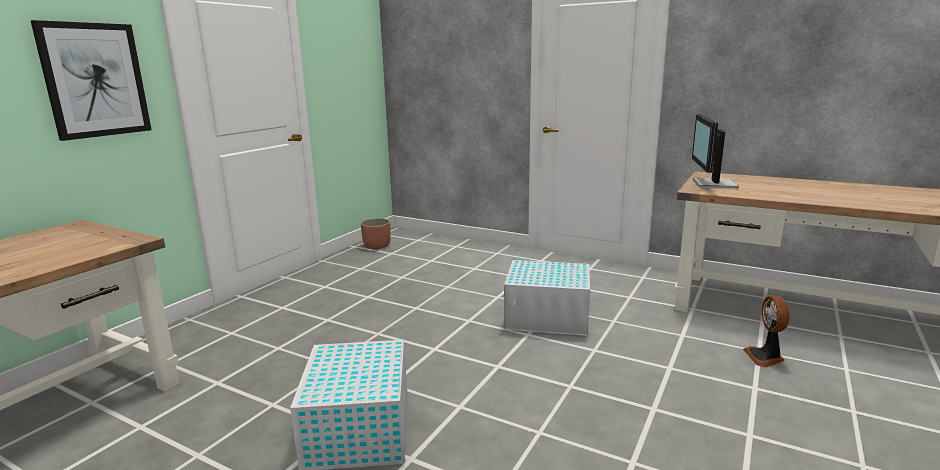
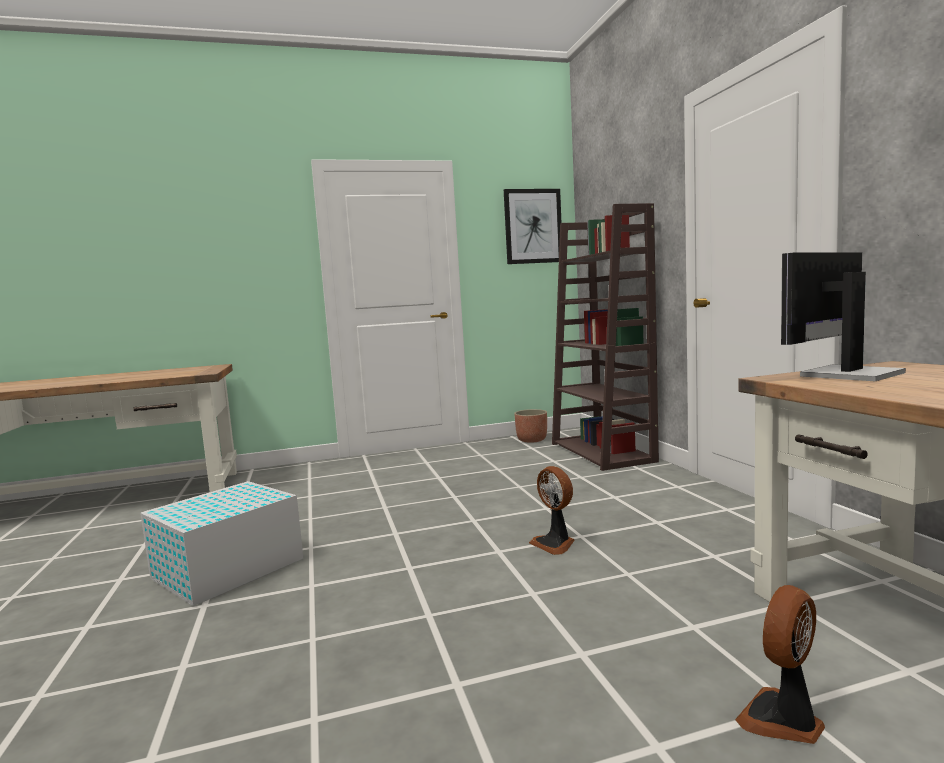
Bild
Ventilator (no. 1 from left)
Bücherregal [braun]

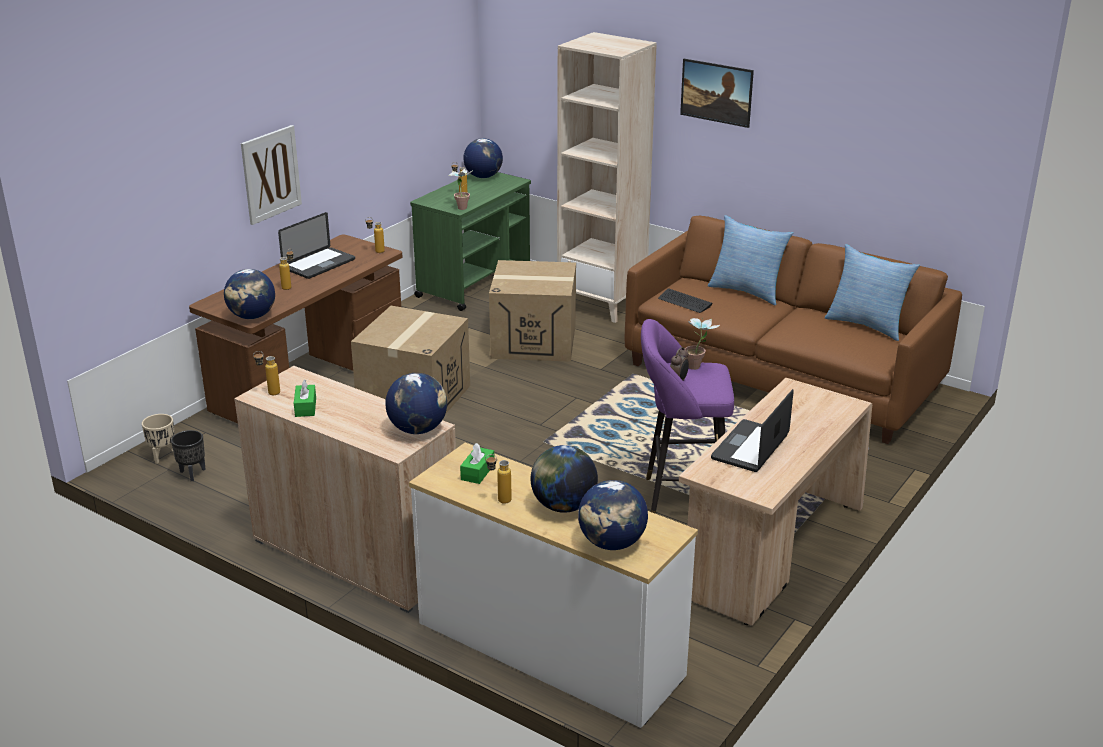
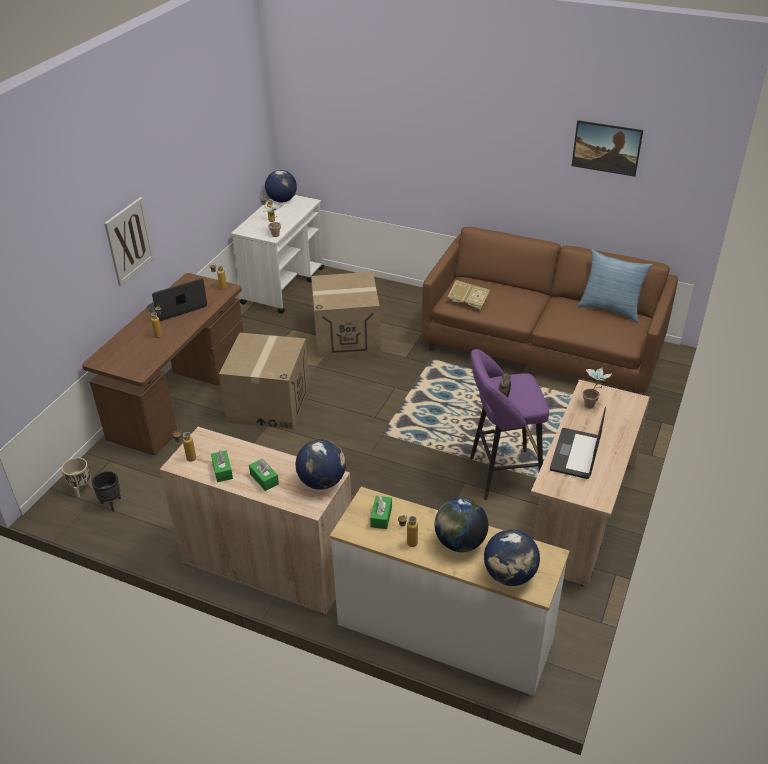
Bücherregal [beige]
Bild (no. 2 from left)
Rollwagen [weiß]
Laptop (no. 1 from left)
Kissen (no. 1 from left in the first image)
Globus (no. 1 from left in the first image)
Buch
Topfpflanze (no. 2 from left)
Taschentuchbox [grün] (no. 2 from left)

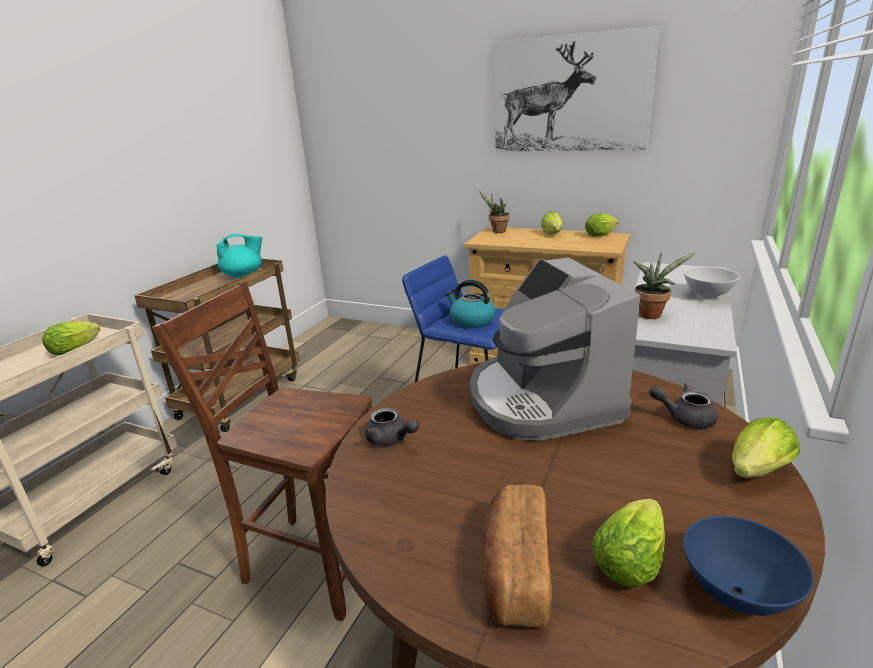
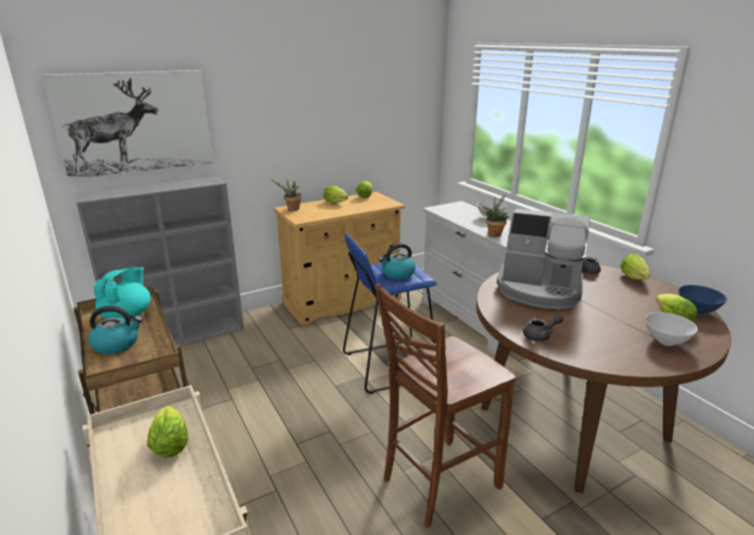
Bild
Schüssel [weiß] (no. 2 from left)
Bücherregal [grau]
Wasserkessel (no. 1 from left)

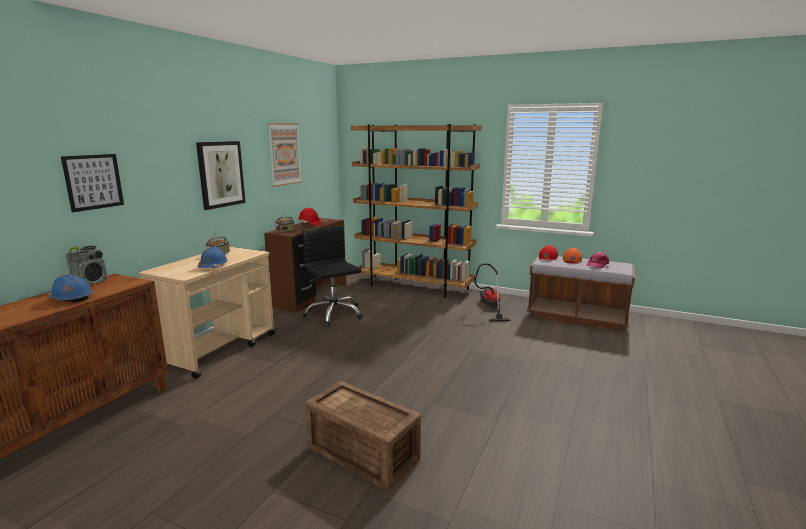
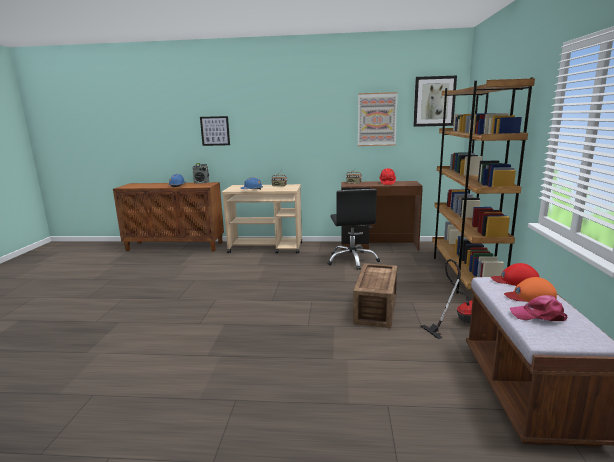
Bild (no. 3 from left)
Bürostuhl [schwarz]
Kiste

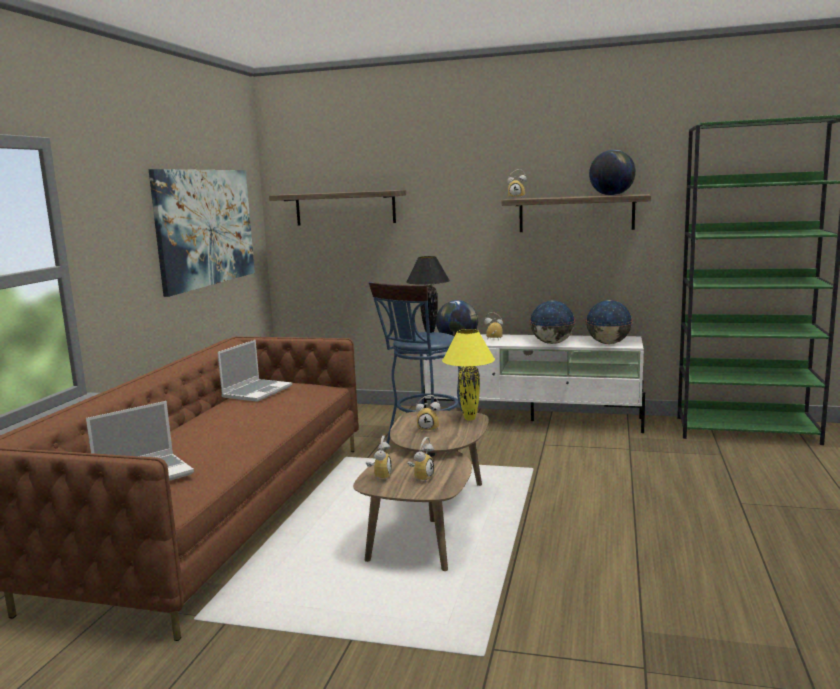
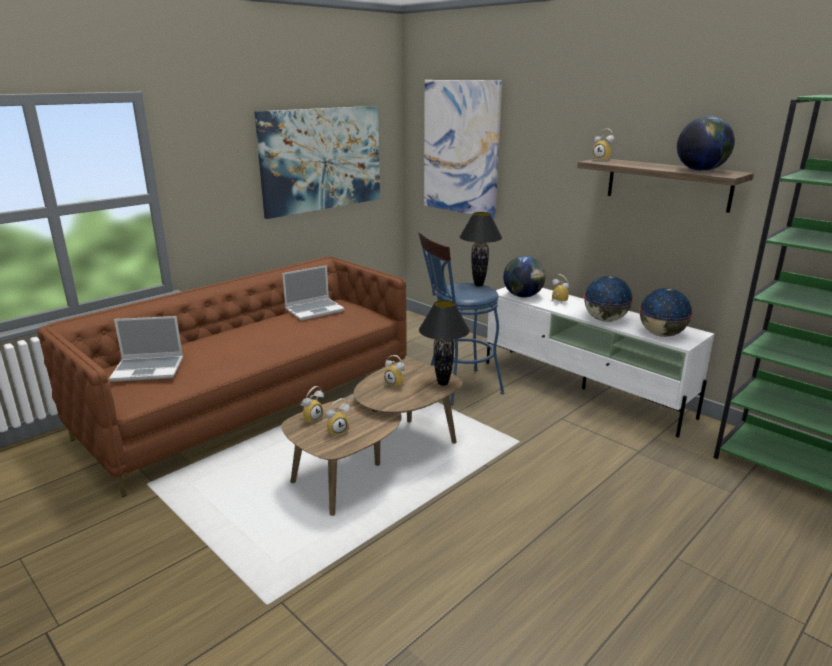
Bild (no. 2 from left)
Tischlampe [schwarz] (no. 1 from left)

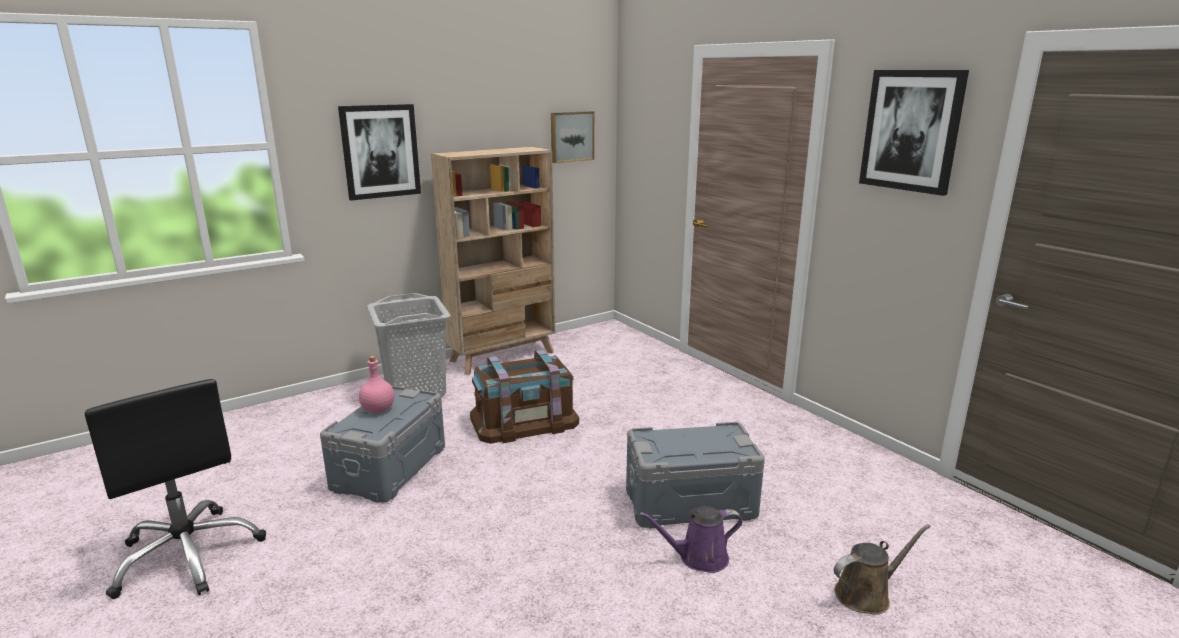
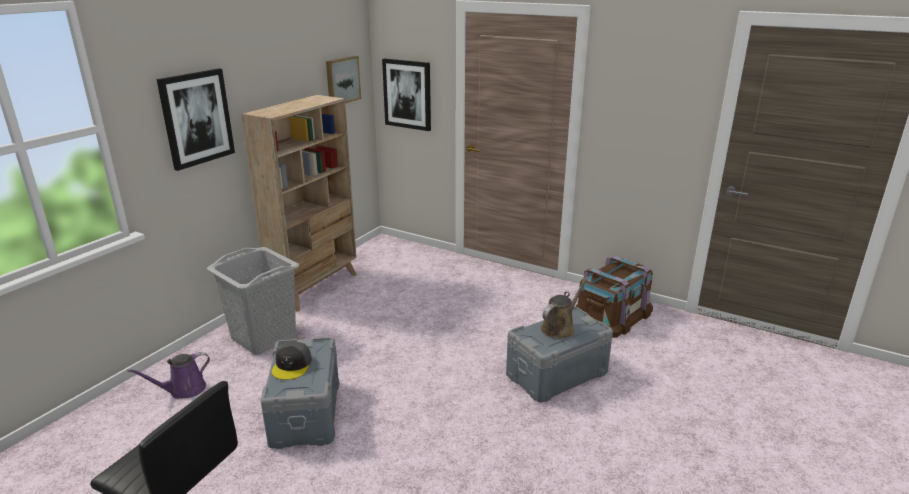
Bild (no. 3 from left)
Aufbewahrungsbox [braun]
Kappe [grau]
Gießkanne [lila]
Gießkanne [braun]

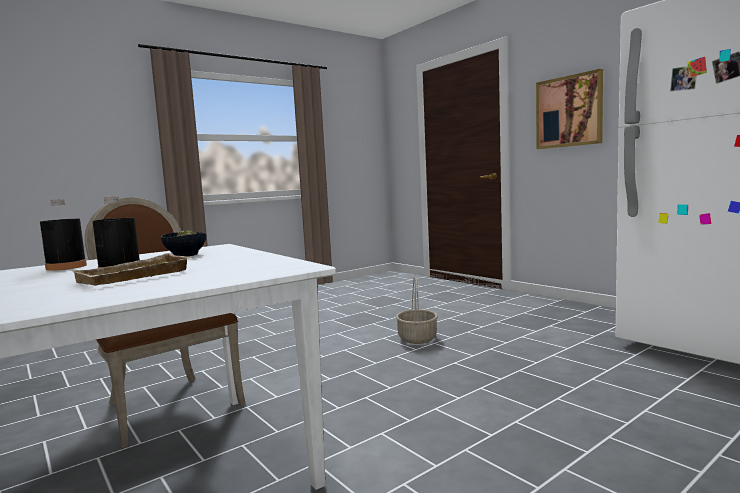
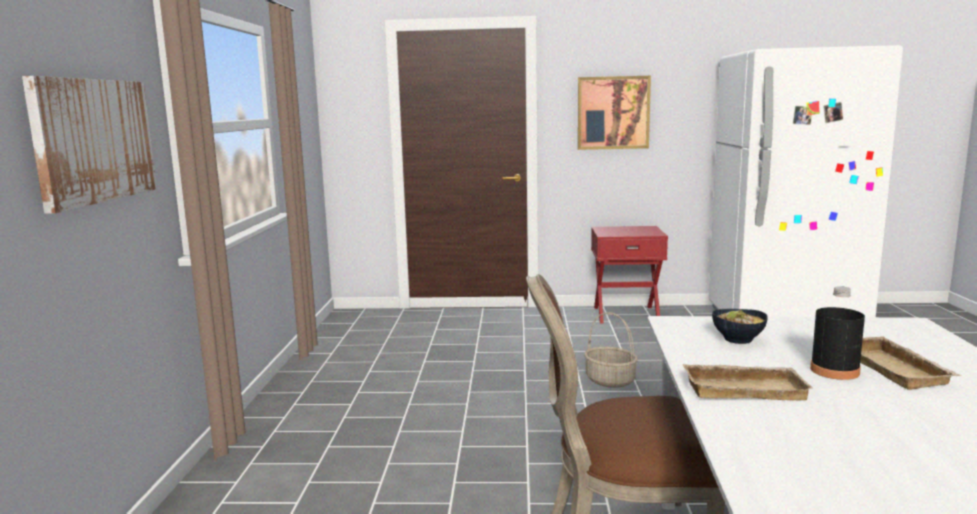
Tablett [beige] (no. 1 from left)
Bild (no. 1 from left)
Nachttisch [rot]

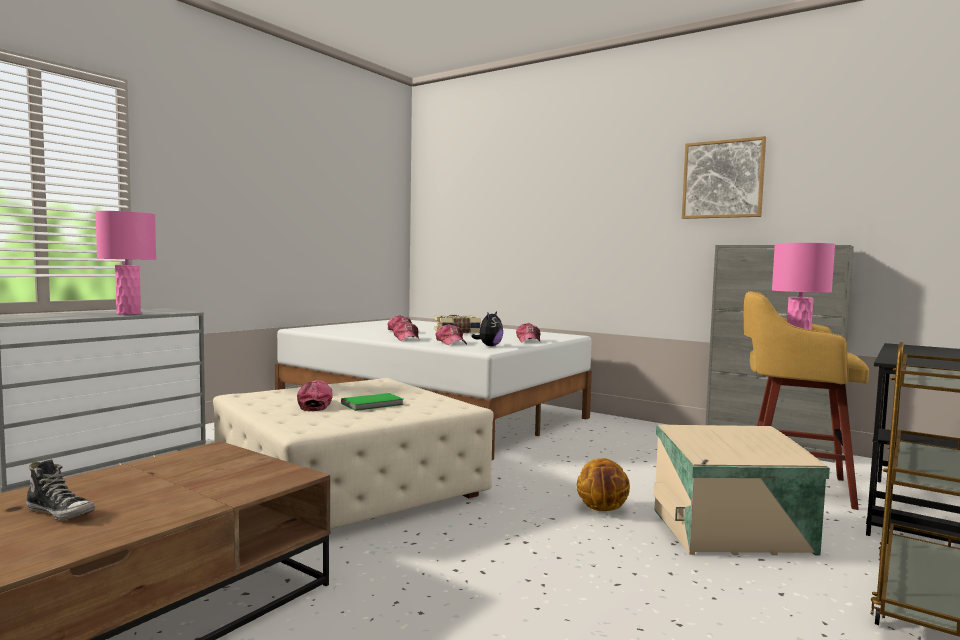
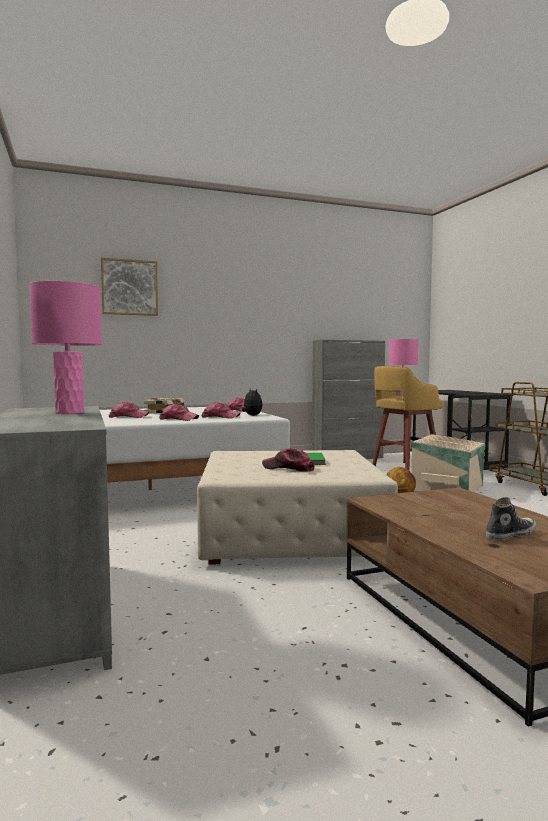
Bild

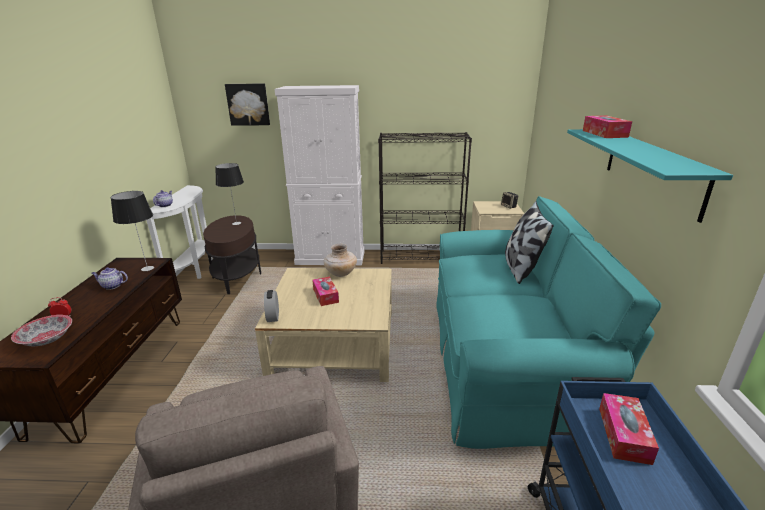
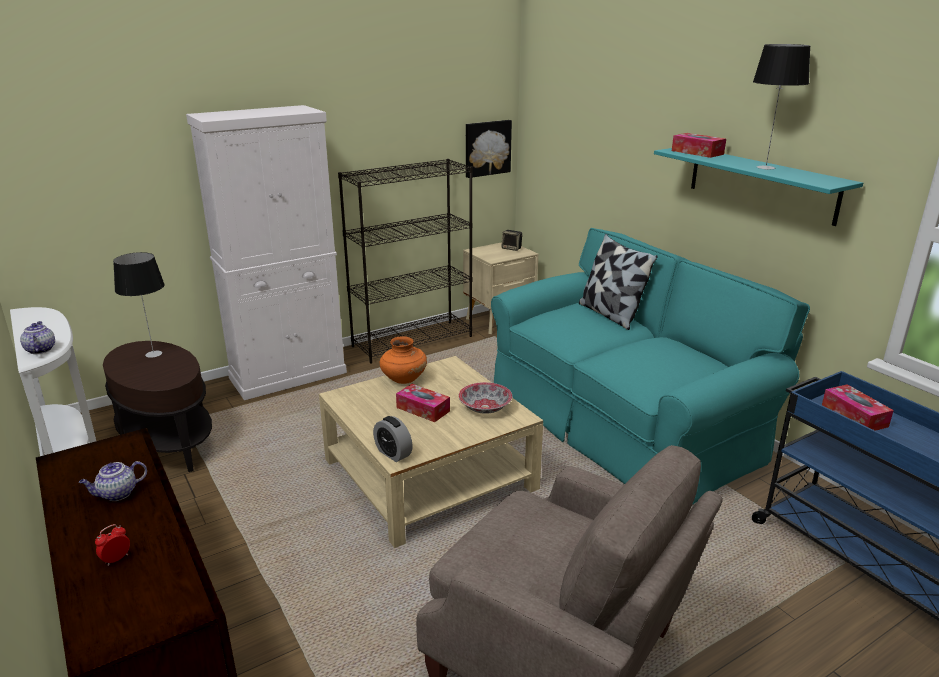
Bild
Tischlampe (no. 2 from left)
Vase [orange]
Schüssel

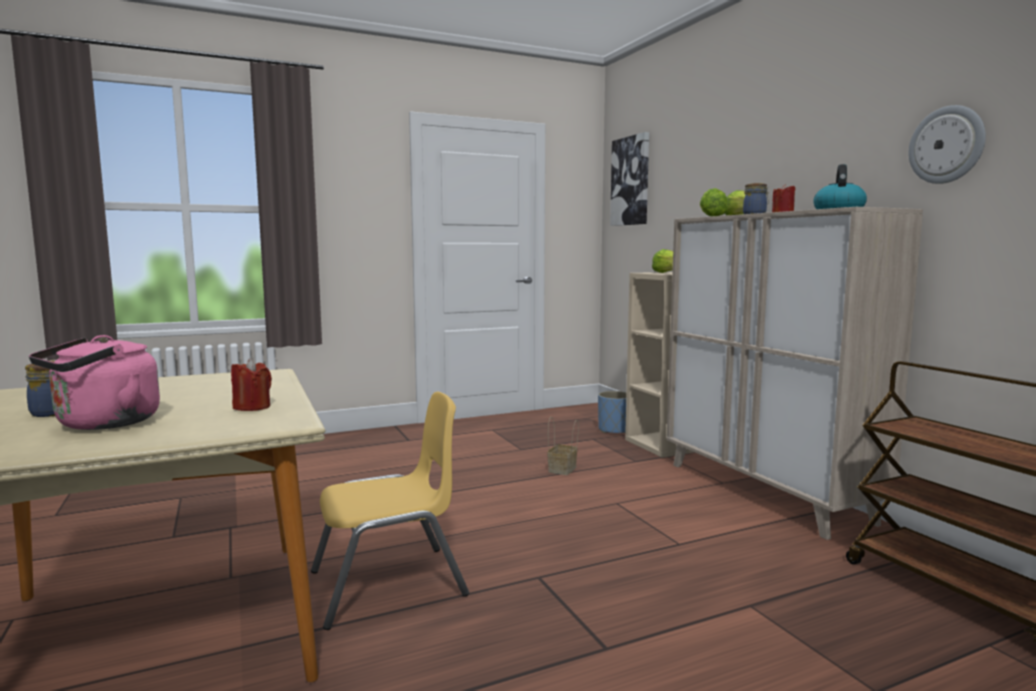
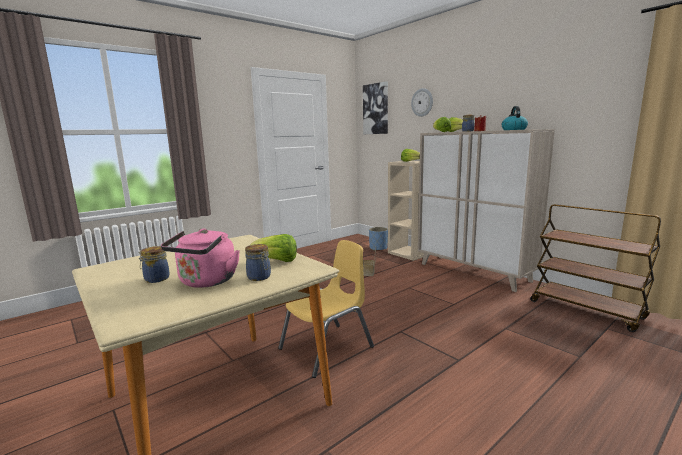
Wanduhr
Salatkopf (no. 1 from left)
Vorratsglas (no. 2 from left)

